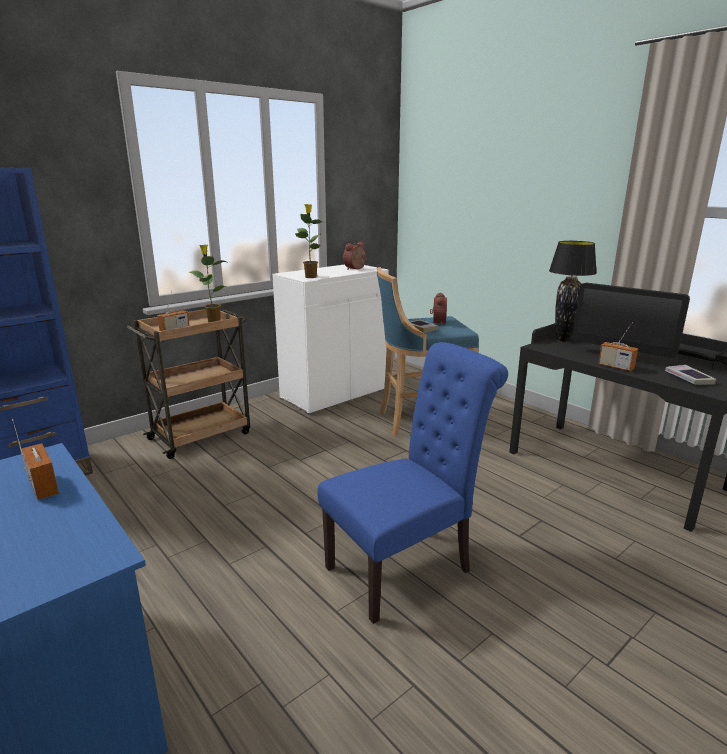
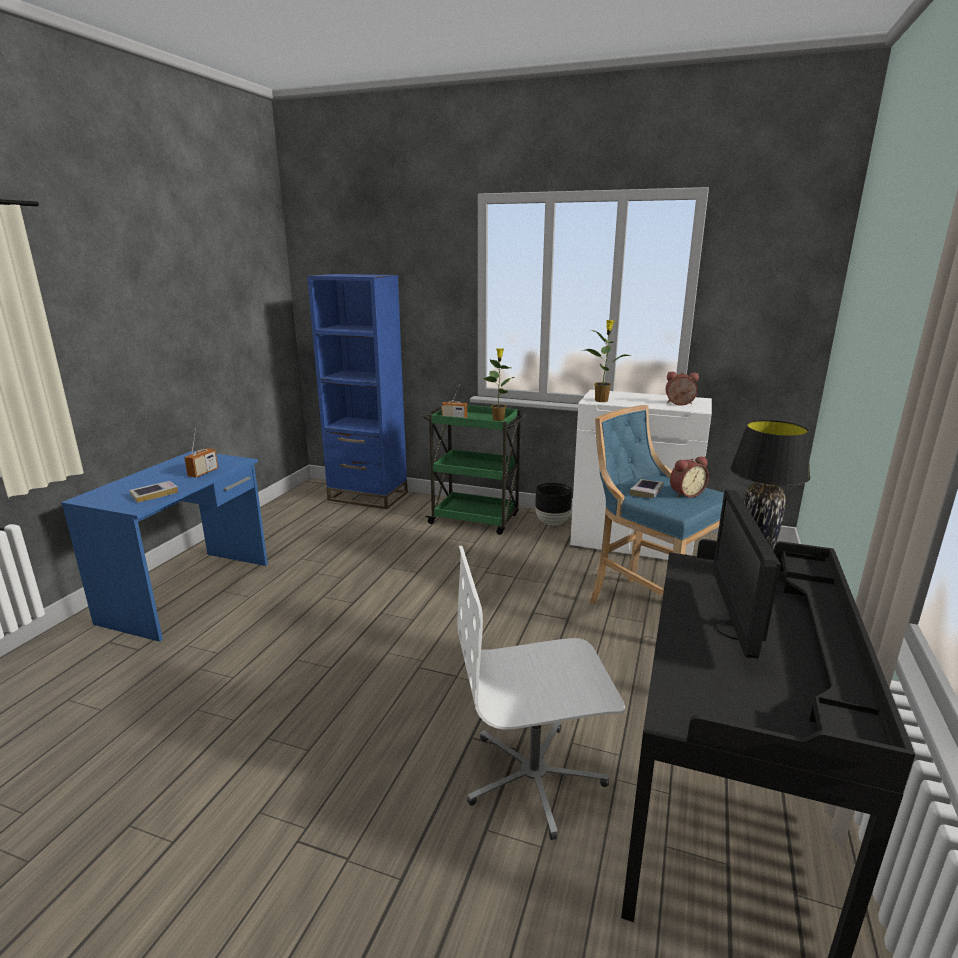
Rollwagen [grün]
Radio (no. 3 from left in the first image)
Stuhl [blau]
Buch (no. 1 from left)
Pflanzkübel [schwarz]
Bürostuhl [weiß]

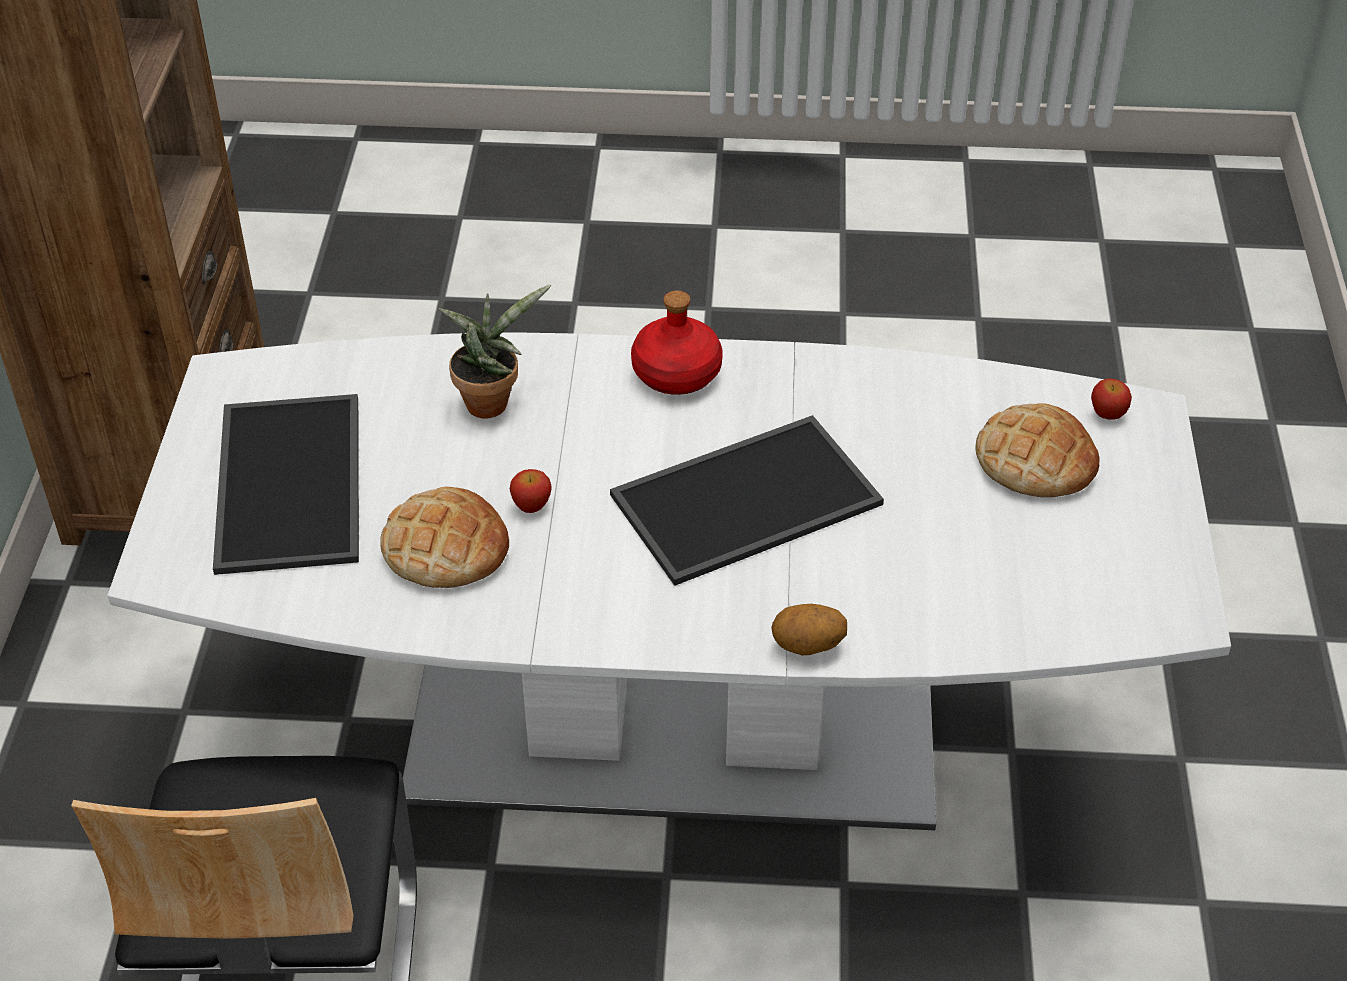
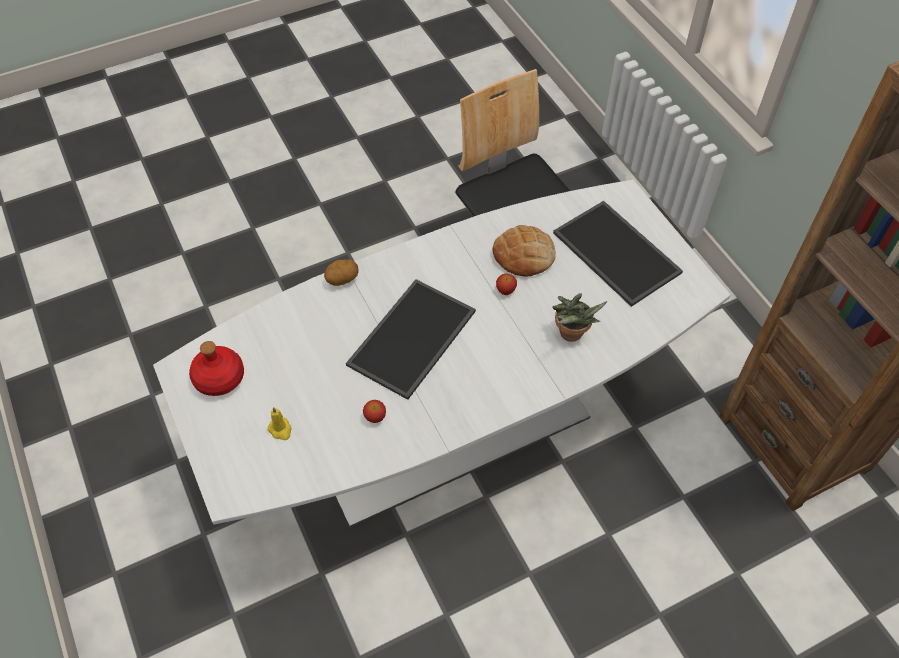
Flasche [rot]
Apfel (no. 1 from left)
Kerze [gelb]

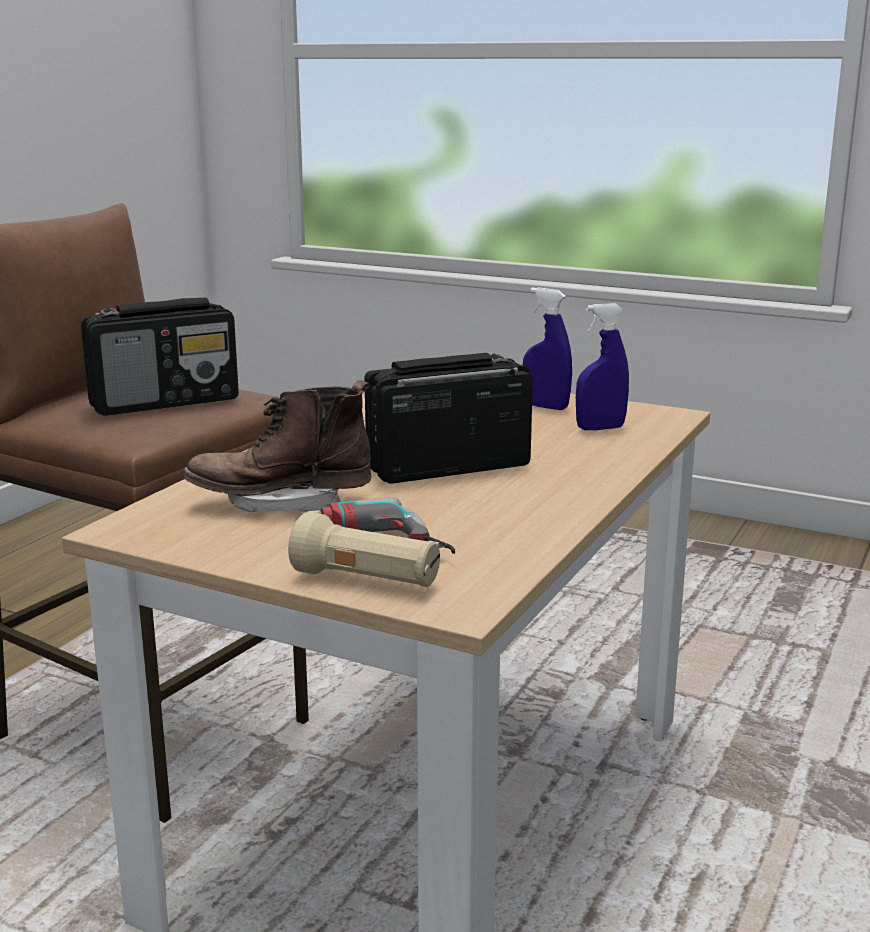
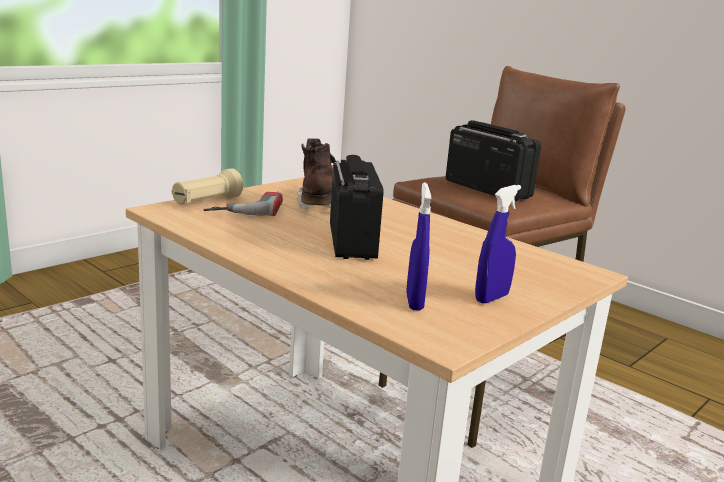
Radio (no. 2 from left)

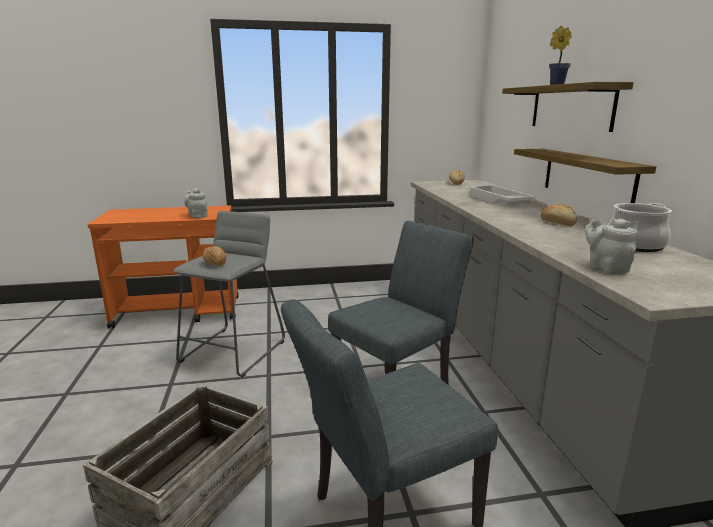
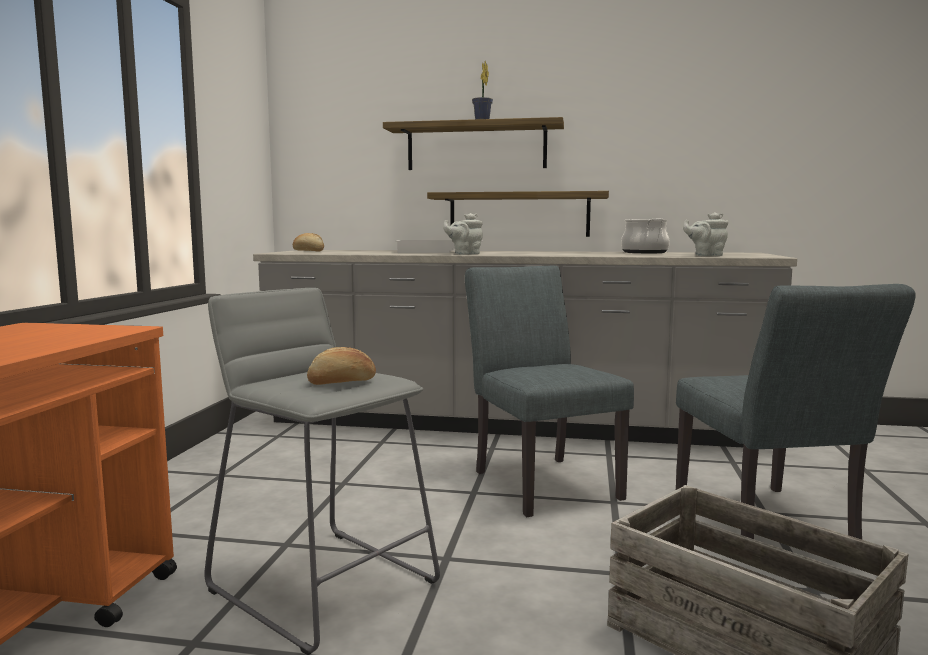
Teekanne [grau] (no. 1 from left)
Brot (no. 3 from left in the first image)

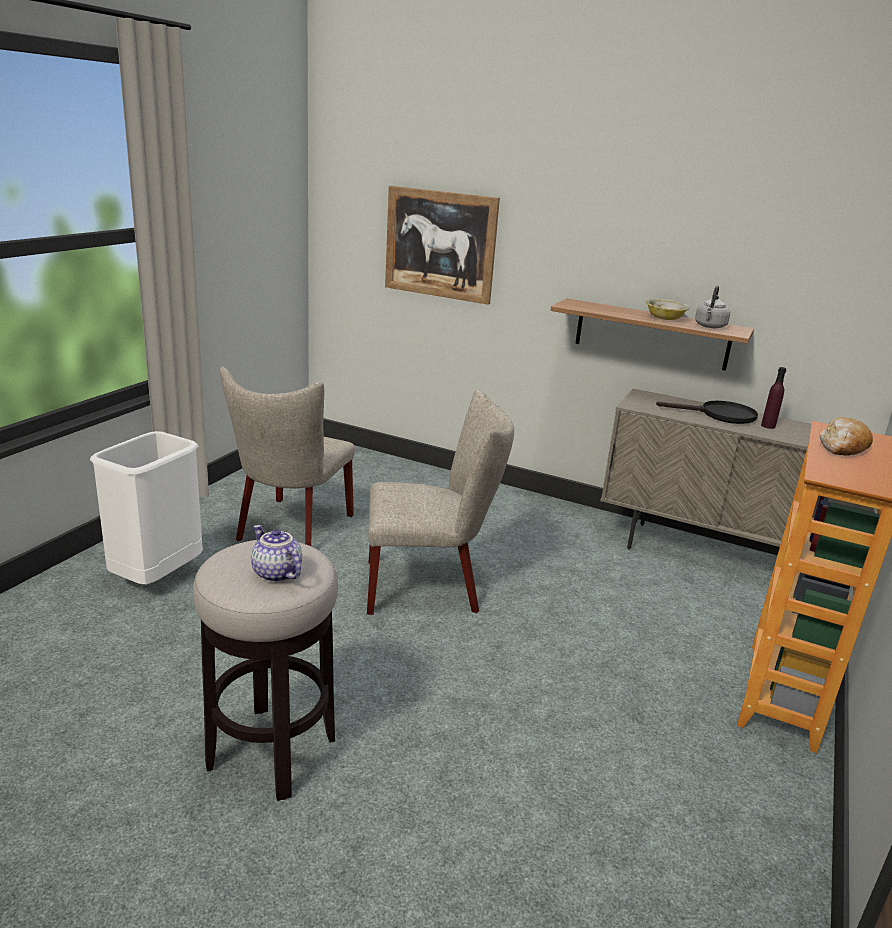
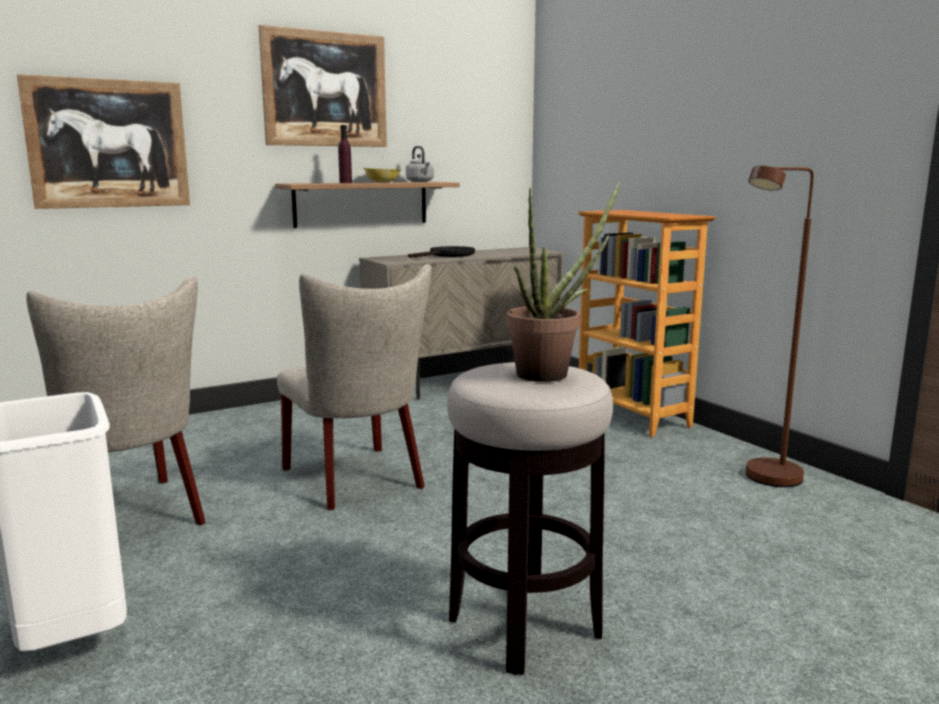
Flasche [lila]
Stuhl [beige] (no. 2 from left)
Brot
Topfpflanze
Bild (no. 2 from left)
Stehlampe [braun]

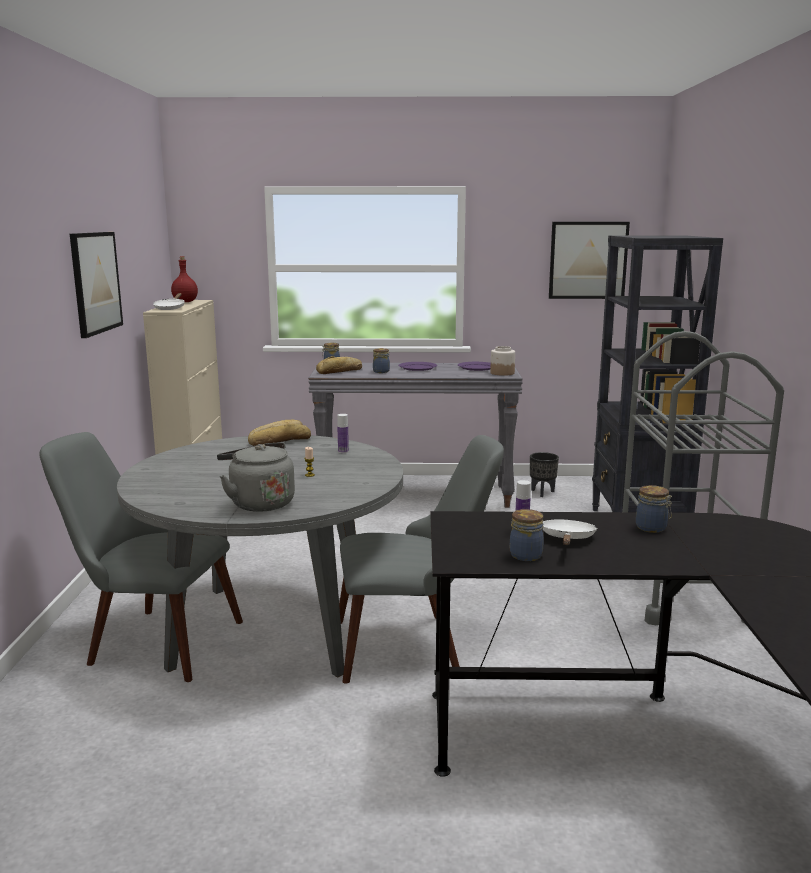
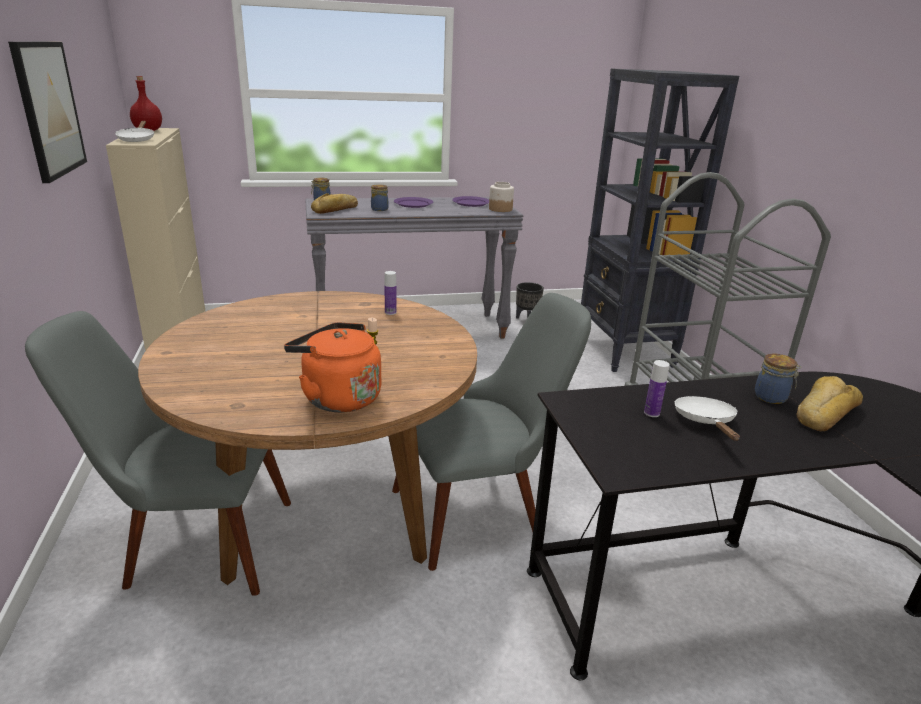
Bild (no. 2 from left in the first image)
Brot (no. 2 from left)
Esstisch [braun]
Wasserkessel [orange]
Vorratsglas (no. 4 from left in the first image)

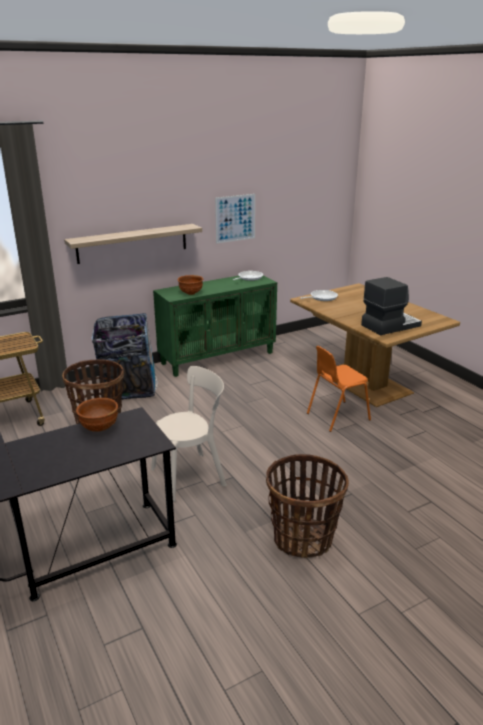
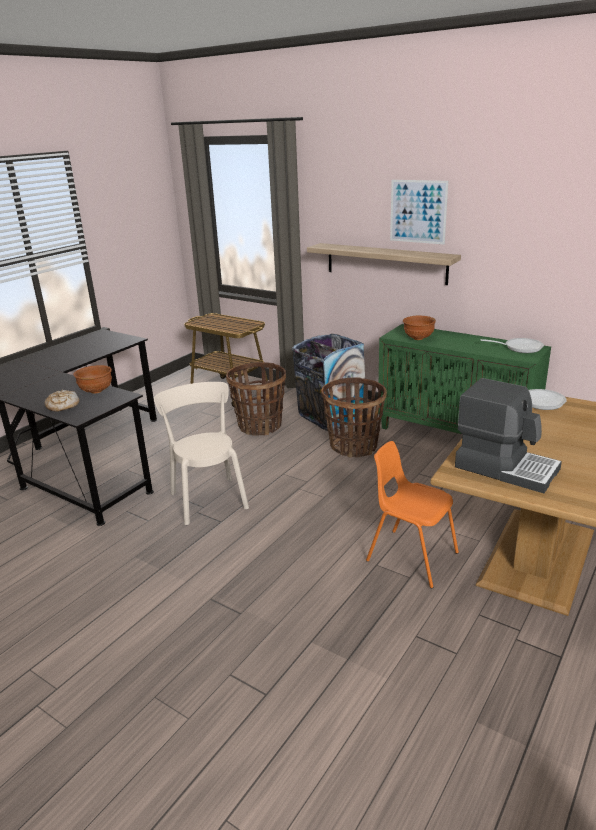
Bild
Stuhl [beige]
Korb (no. 2 from left)
Brot

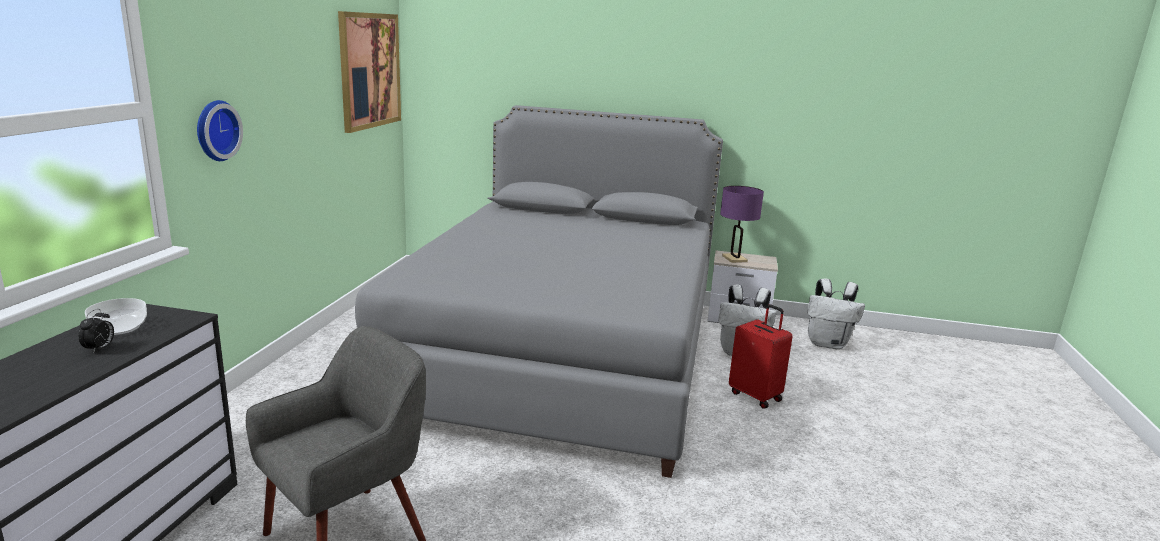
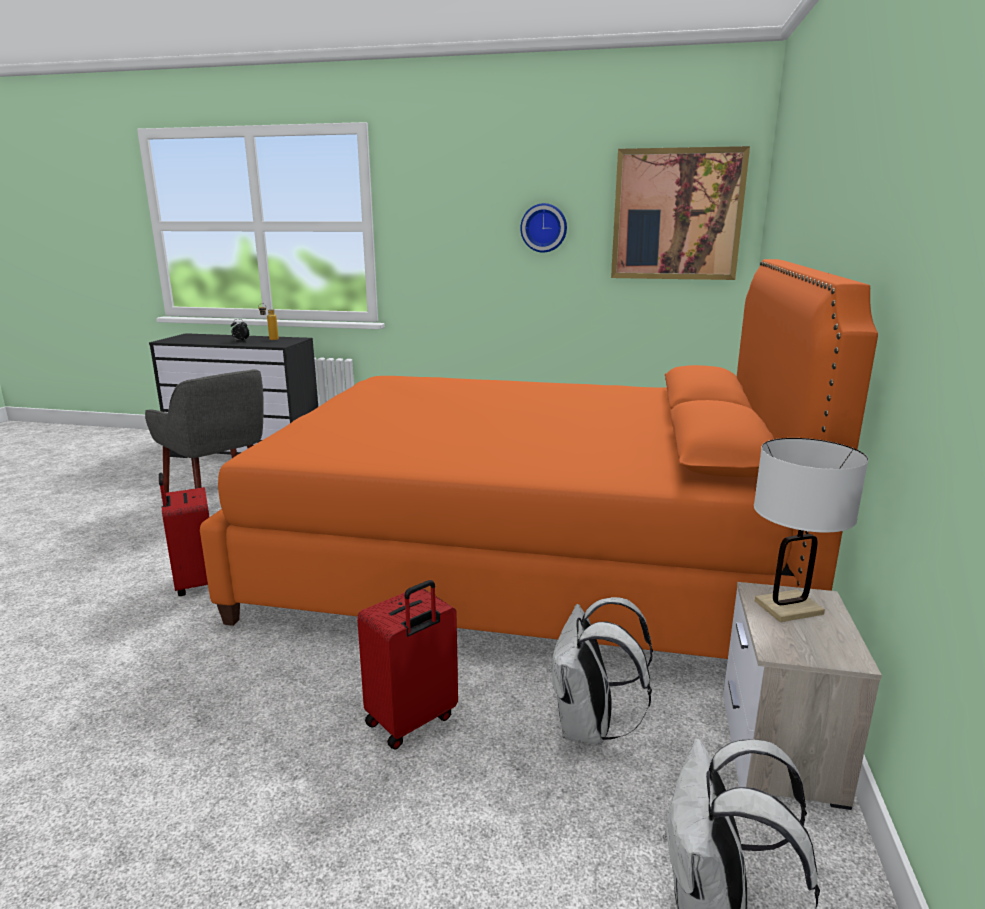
Wanduhr
Bett [orange]
Tischlampe [weiß]
Flasche
Koffer [rot] (no. 1 from left)

